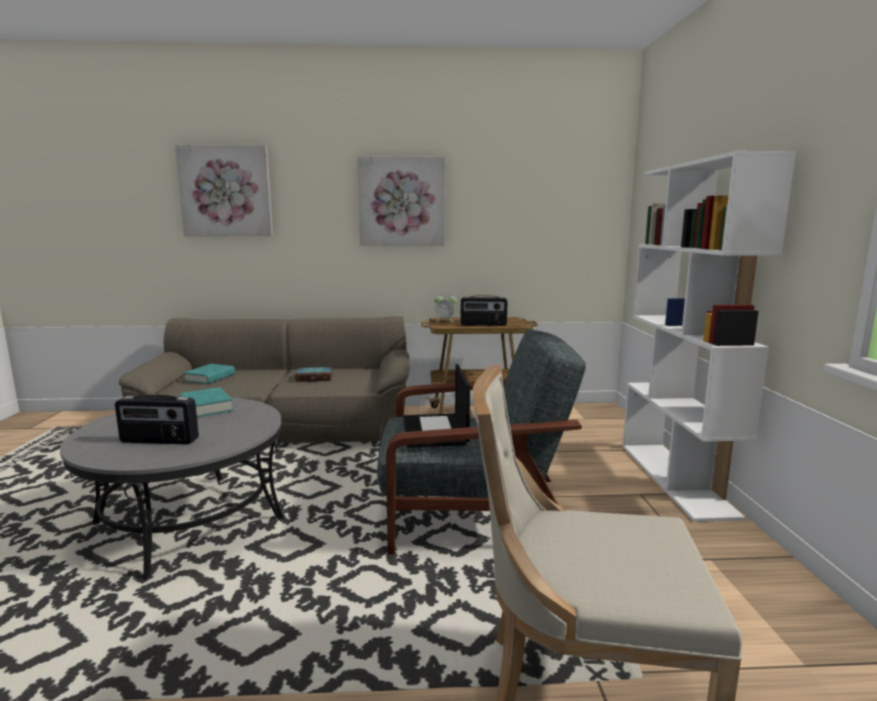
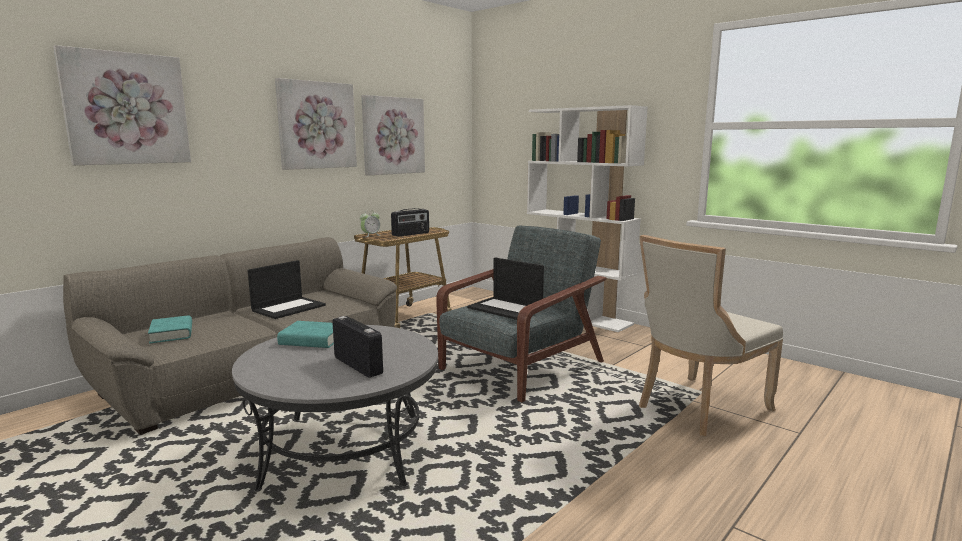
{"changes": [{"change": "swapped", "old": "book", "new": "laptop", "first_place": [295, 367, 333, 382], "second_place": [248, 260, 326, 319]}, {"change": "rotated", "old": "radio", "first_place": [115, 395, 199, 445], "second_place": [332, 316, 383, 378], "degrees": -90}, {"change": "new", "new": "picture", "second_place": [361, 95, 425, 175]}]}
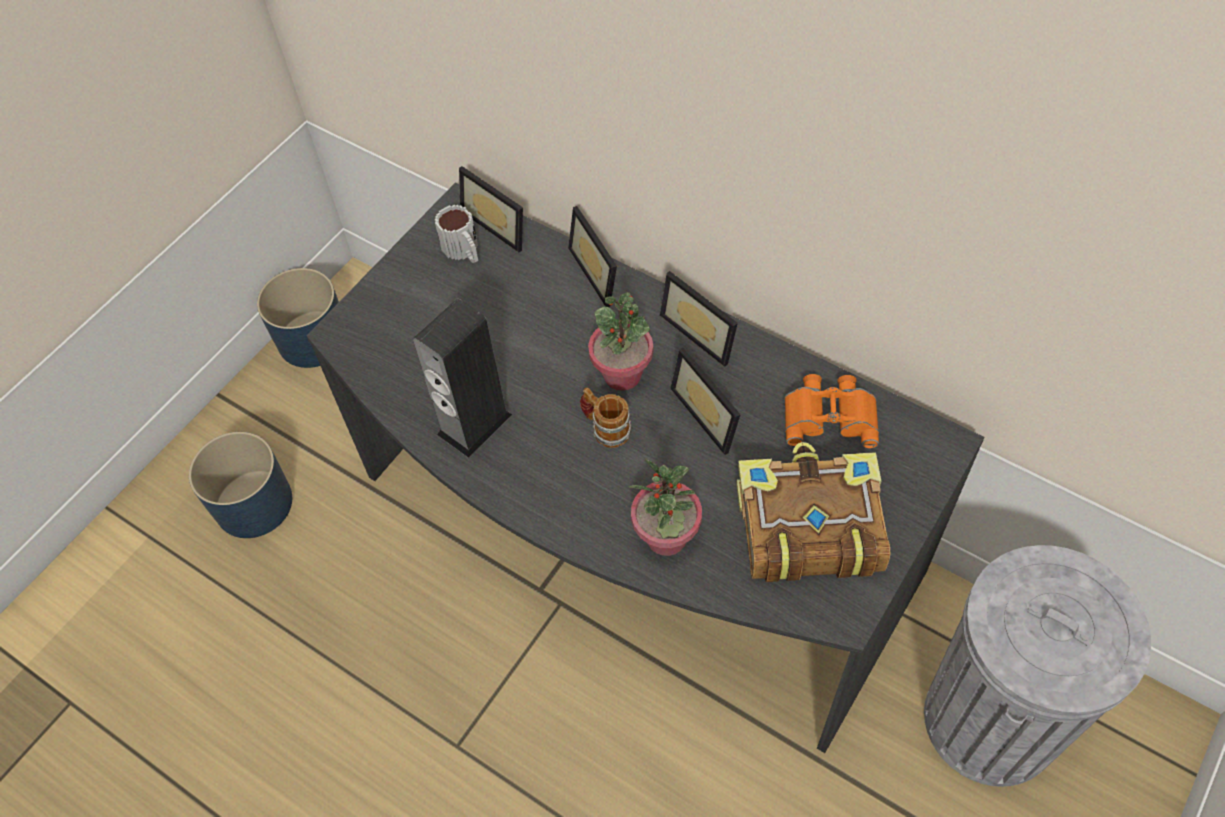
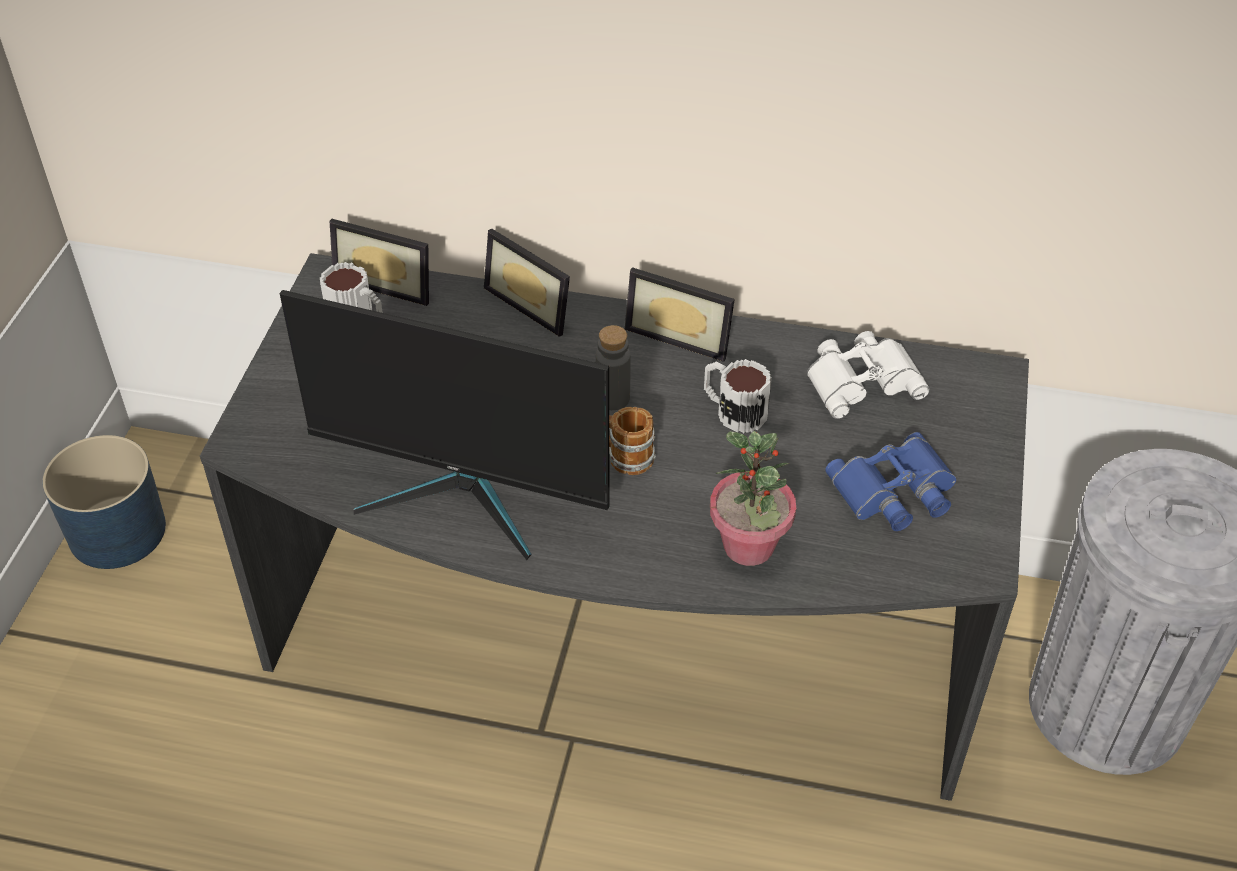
{"changes": [{"change": "swapped", "old": "speaker", "new": "monitor", "first_place": [413, 299, 512, 458], "second_place": [280, 290, 610, 560]}, {"change": "swapped", "old": "potted plant", "new": "bottle/grey", "first_place": [588, 292, 653, 391], "second_place": [596, 325, 631, 410]}, {"change": "swapped", "old": "picture frame", "new": "mug", "first_place": [670, 347, 741, 455], "second_place": [704, 359, 772, 433]}, {"change": "repainted", "old": "binoculars/orange", "new": "binoculars/white", "first_place": [785, 374, 879, 449], "second_place": [807, 331, 930, 419]}, {"change": "swapped", "old": "book", "new": "binoculars/blue", "first_place": [736, 442, 890, 582], "second_place": [825, 432, 956, 531]}, {"change": "gone", "old": "planter/blue", "first_place": [189, 432, 292, 538]}]}
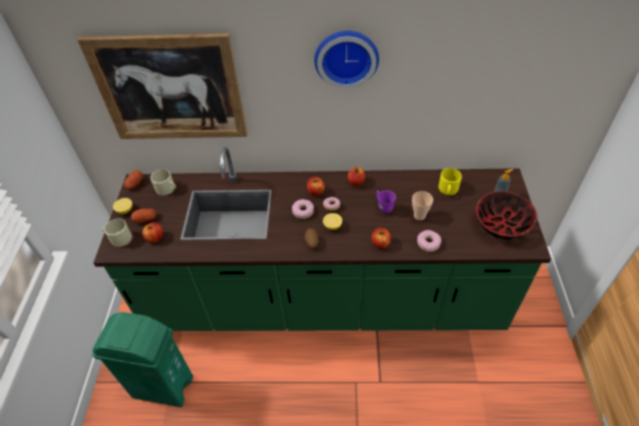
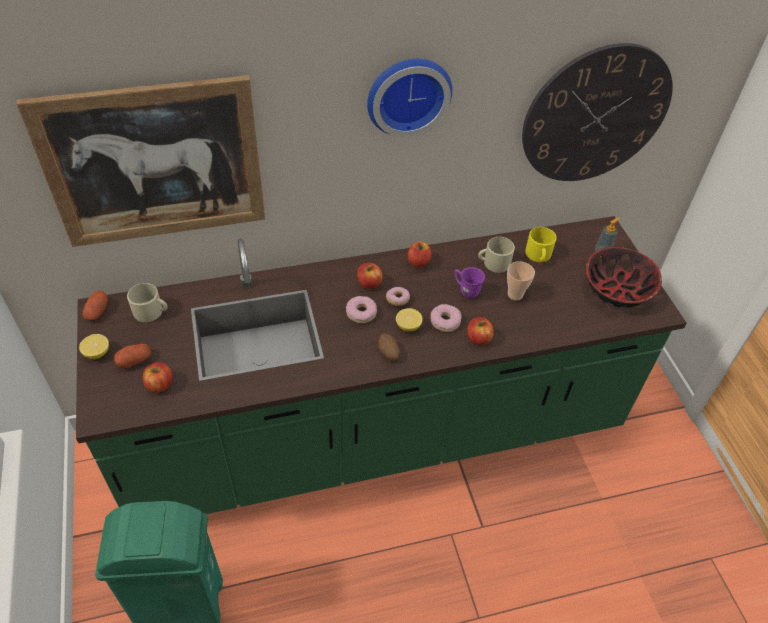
{"changes": [{"change": "shifted", "old": "donut", "first_place": [417, 230, 441, 252], "second_place": [431, 304, 462, 332]}, {"change": "shifted", "old": "mug/beige", "first_place": [102, 218, 132, 247], "second_place": [478, 237, 515, 273]}, {"change": "new", "new": "wall clock", "second_place": [522, 43, 673, 181]}]}
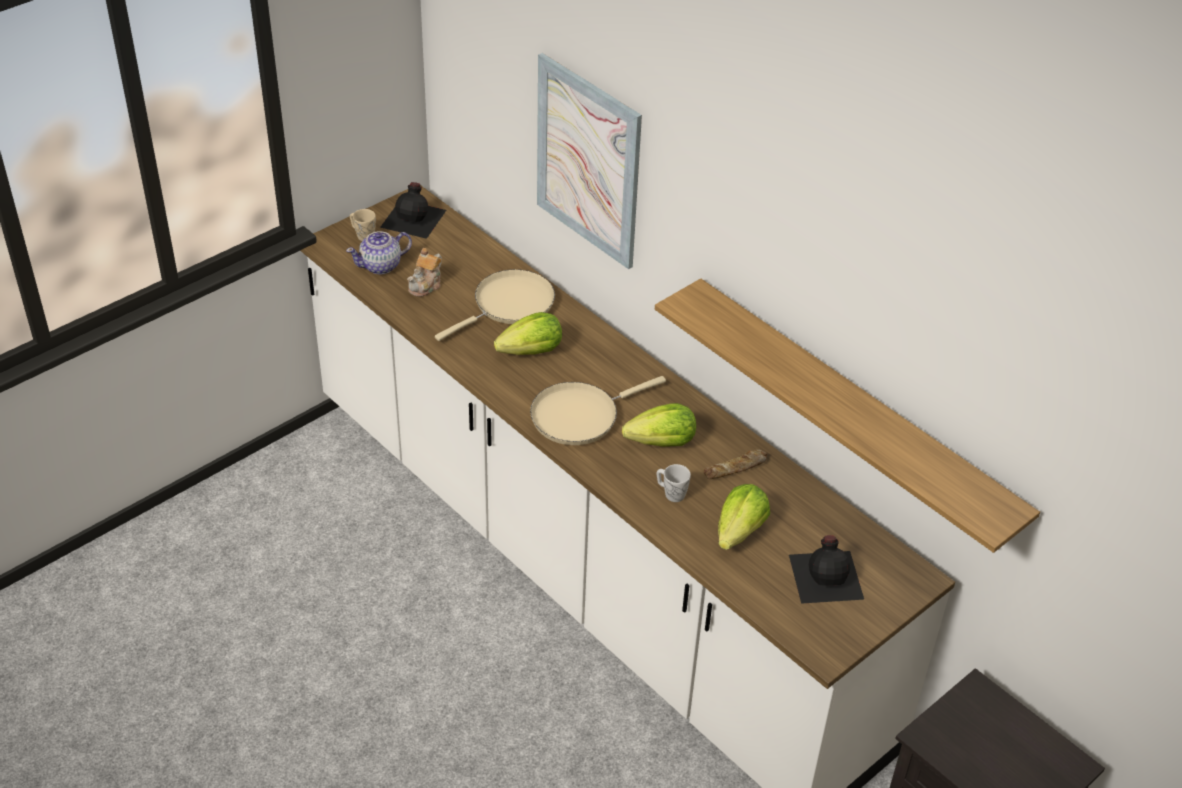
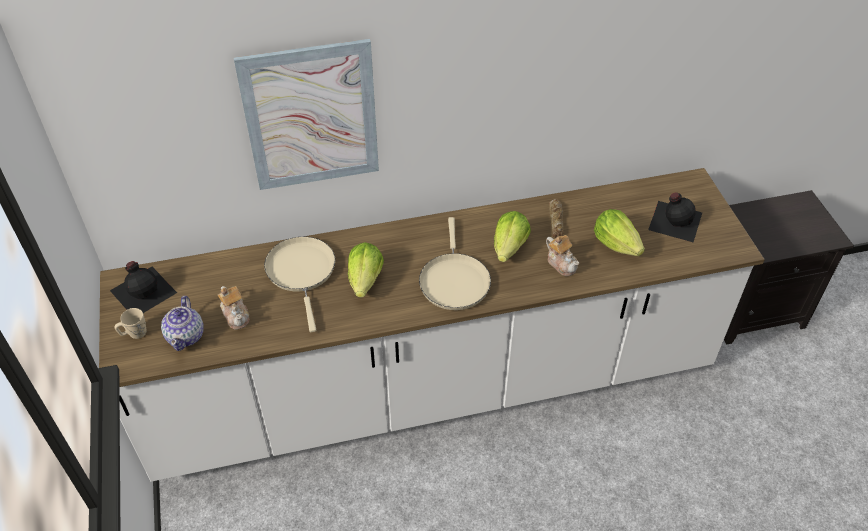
{"changes": [{"change": "swapped", "old": "mug/white", "new": "teapot", "first_place": [657, 464, 691, 502], "second_place": [546, 235, 579, 276]}, {"change": "gone", "old": "shelf", "first_place": [655, 278, 1040, 553]}]}
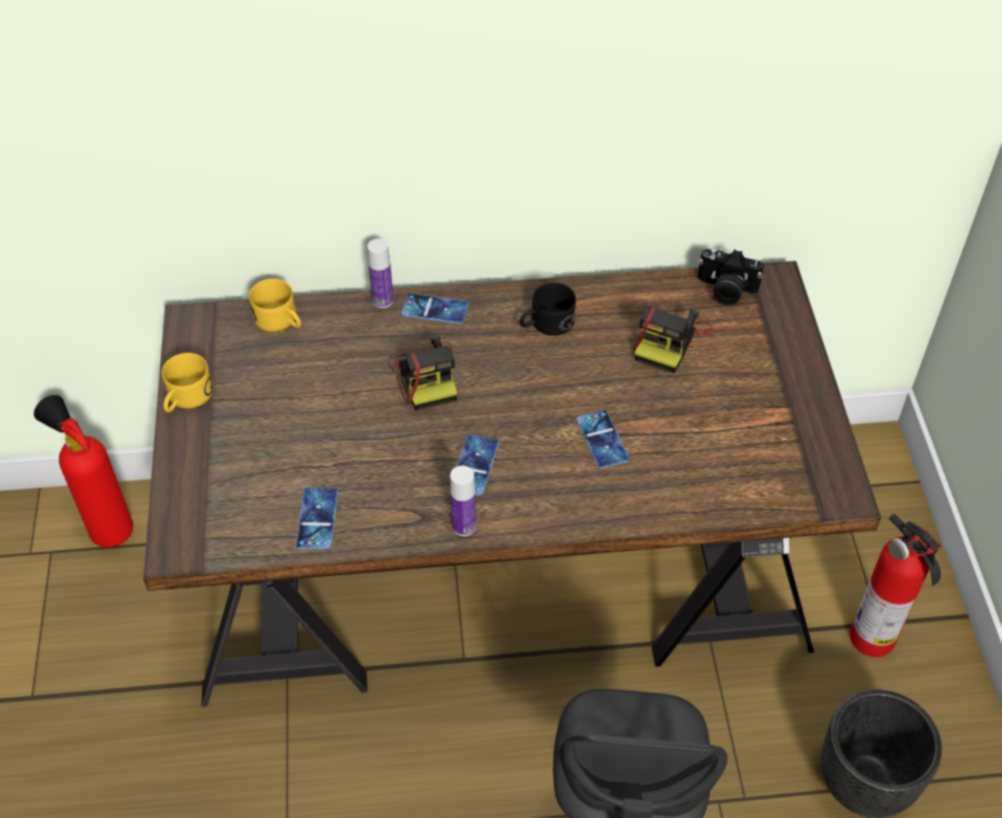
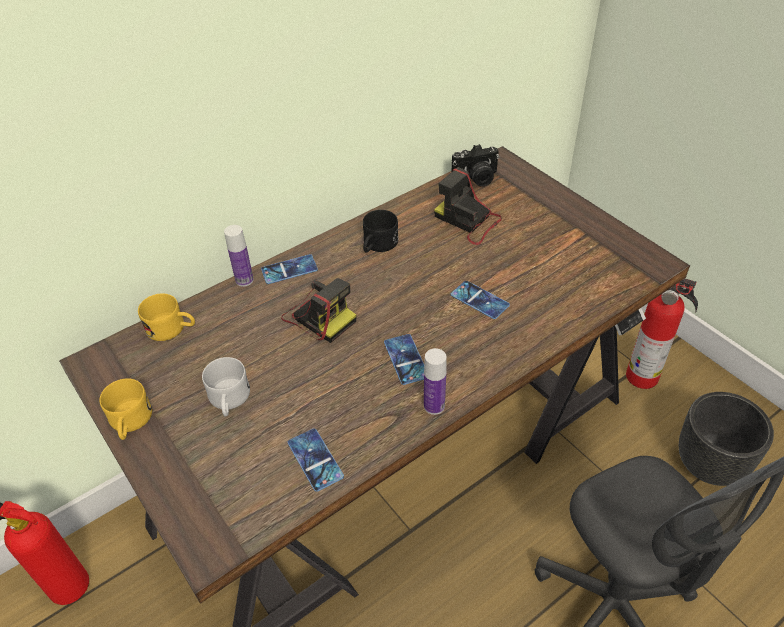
{"changes": [{"change": "new", "new": "mug/white", "second_place": [202, 357, 250, 417]}, {"change": "rotated", "old": "photo camera", "first_place": [633, 307, 712, 373], "second_place": [434, 167, 502, 245], "degrees": 135}]}
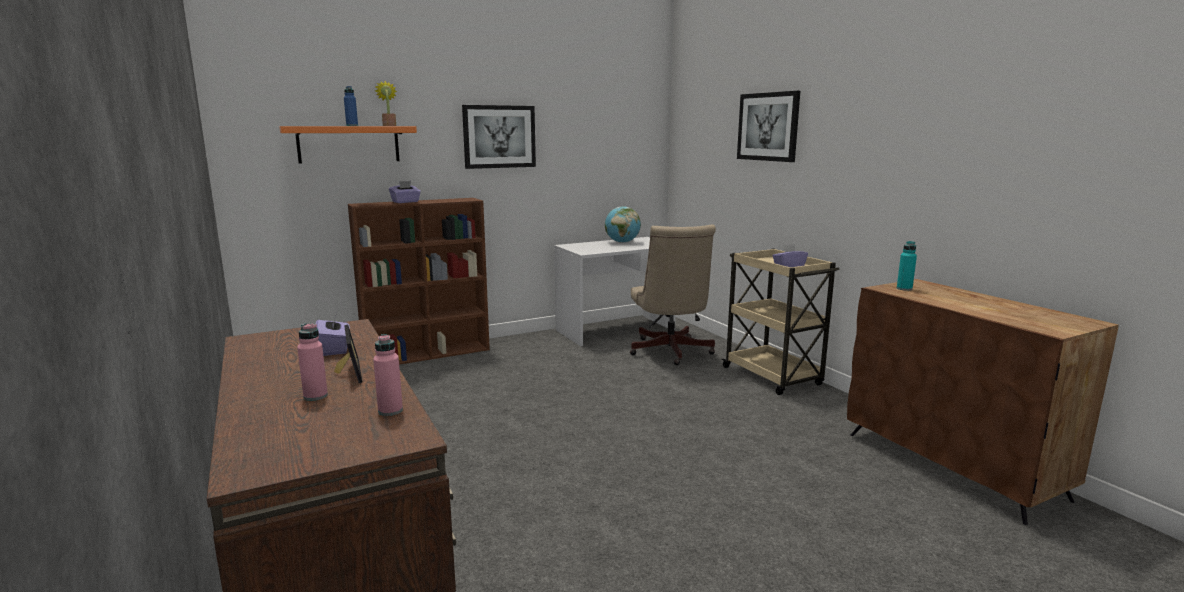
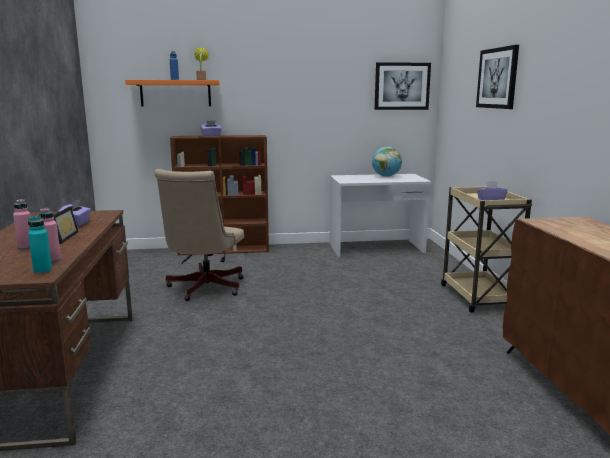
{"changes": [{"change": "shifted", "old": "bottle/turquoise", "first_place": [897, 241, 917, 291], "second_place": [28, 215, 52, 274]}, {"change": "shifted", "old": "office chair/beige", "first_place": [630, 225, 716, 365], "second_place": [154, 169, 244, 301]}, {"change": "shifted", "old": "picture", "first_place": [462, 105, 536, 169], "second_place": [375, 62, 431, 110]}]}
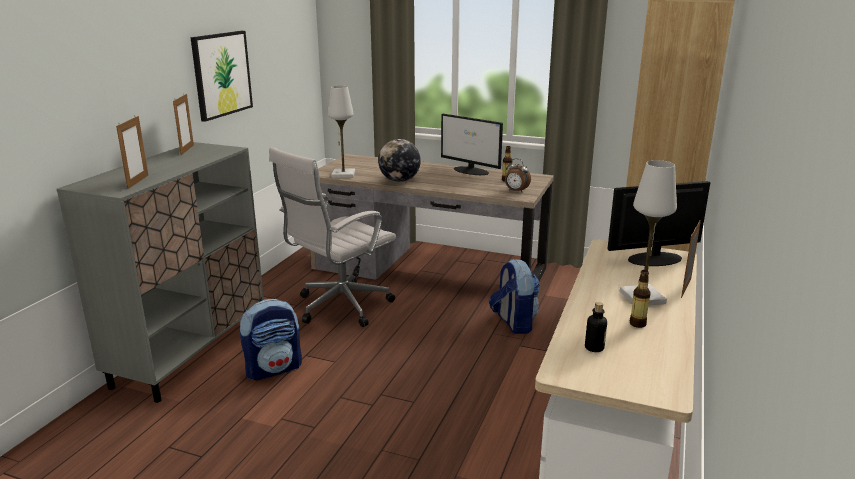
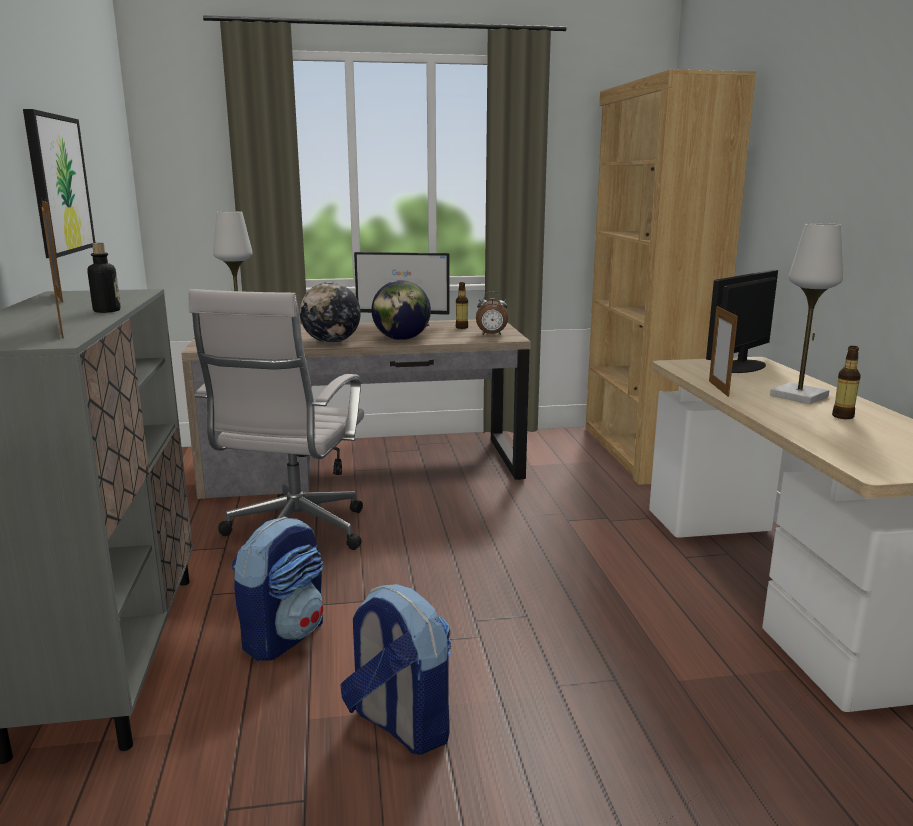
{"changes": [{"change": "shifted", "old": "bottle", "first_place": [585, 302, 607, 352], "second_place": [87, 243, 121, 313]}, {"change": "shifted", "old": "backpack", "first_place": [489, 259, 540, 334], "second_place": [340, 584, 451, 755]}, {"change": "new", "new": "globe", "second_place": [372, 280, 431, 340]}, {"change": "shifted", "old": "picture frame", "first_place": [681, 220, 701, 298], "second_place": [709, 306, 738, 397]}]}
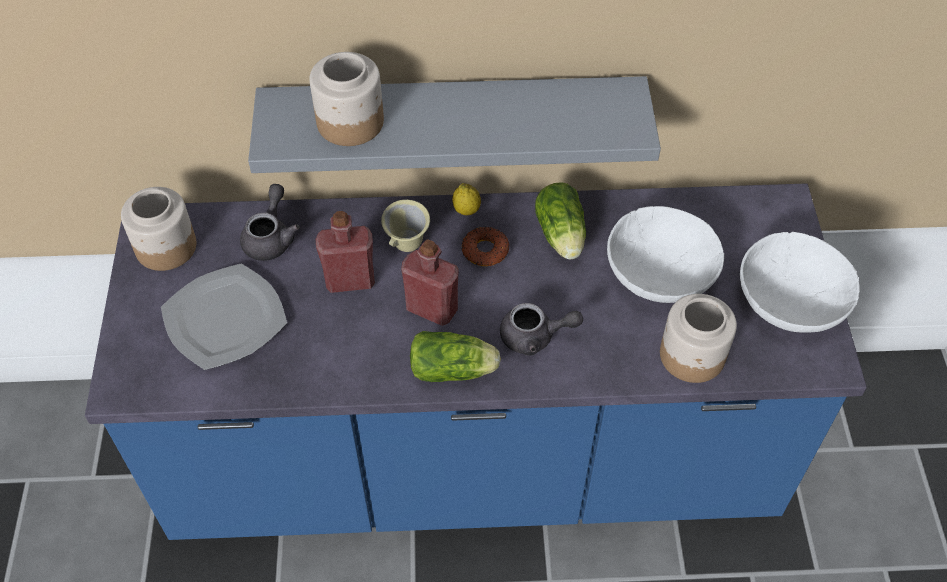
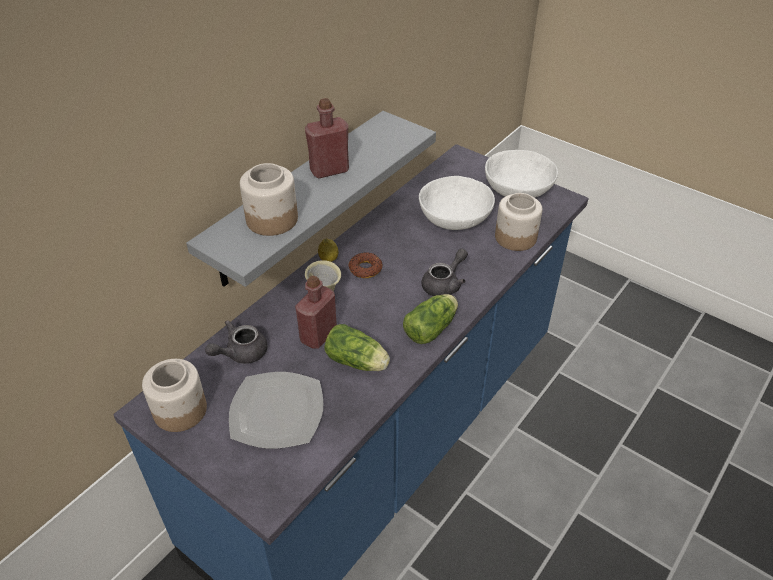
{"changes": [{"change": "rotated", "old": "teapot/grey", "first_place": [240, 184, 300, 261], "second_place": [205, 320, 267, 364], "degrees": -90}, {"change": "shifted", "old": "bottle/red", "first_place": [401, 239, 459, 326], "second_place": [305, 98, 349, 178]}, {"change": "shifted", "old": "lettuce", "first_place": [535, 182, 586, 259], "second_place": [325, 324, 390, 371]}]}
